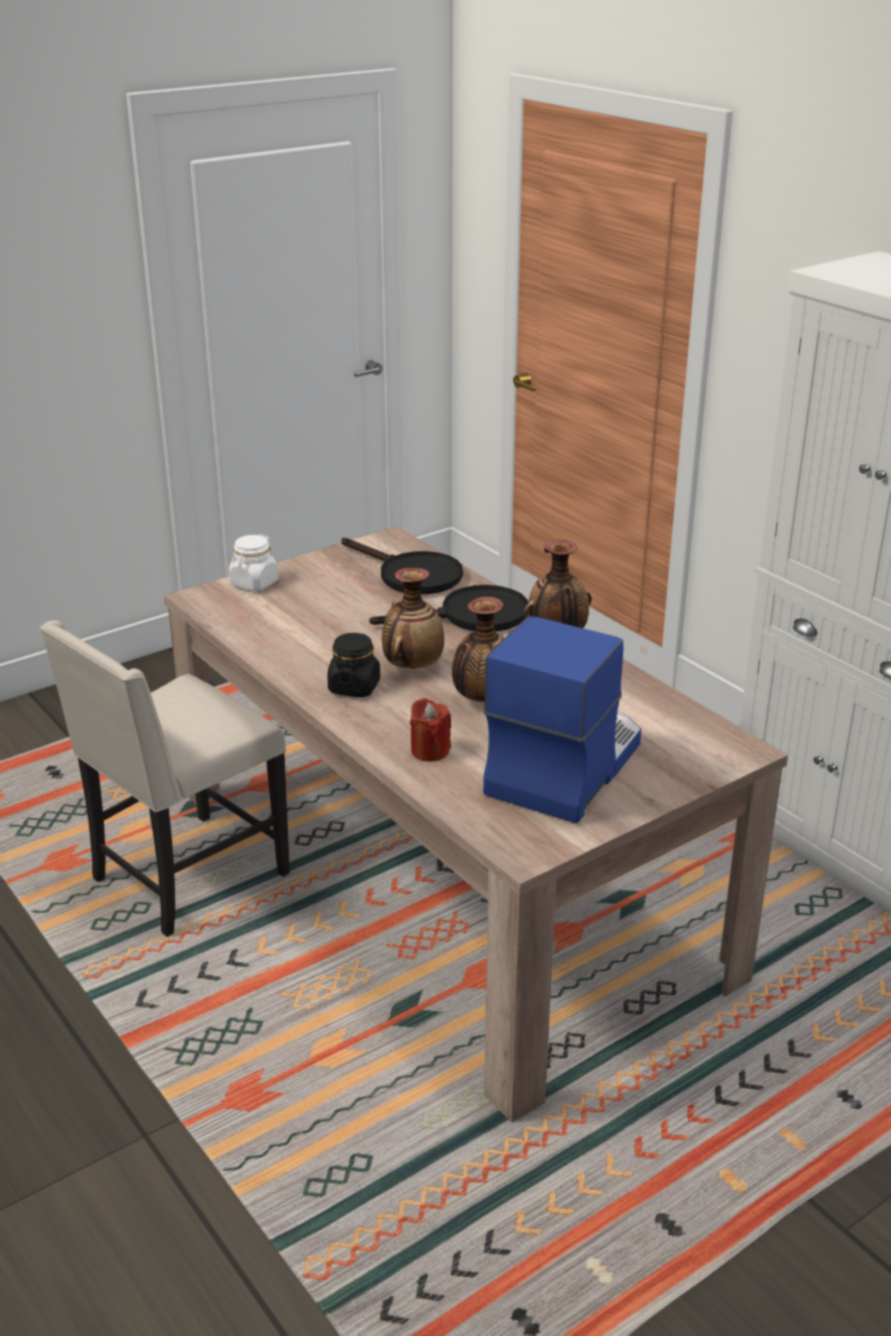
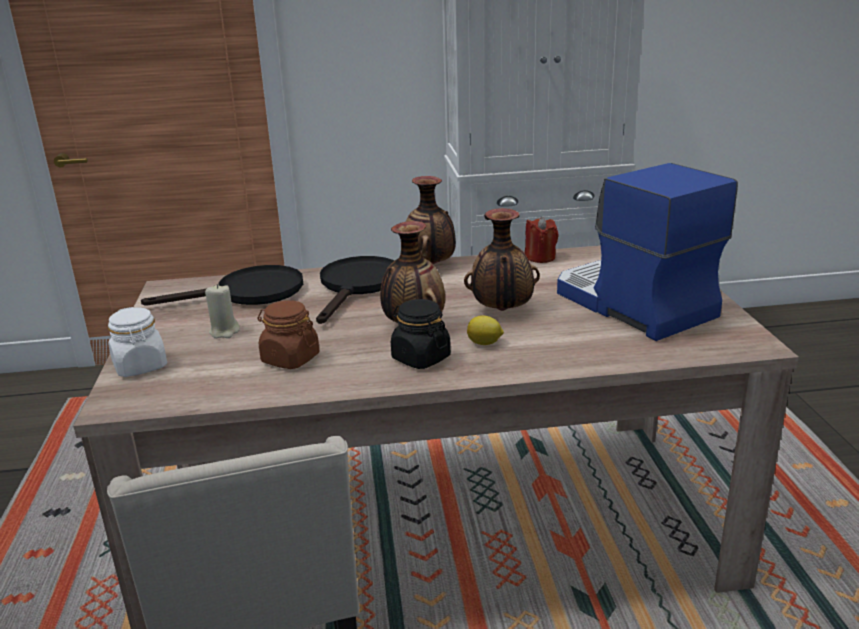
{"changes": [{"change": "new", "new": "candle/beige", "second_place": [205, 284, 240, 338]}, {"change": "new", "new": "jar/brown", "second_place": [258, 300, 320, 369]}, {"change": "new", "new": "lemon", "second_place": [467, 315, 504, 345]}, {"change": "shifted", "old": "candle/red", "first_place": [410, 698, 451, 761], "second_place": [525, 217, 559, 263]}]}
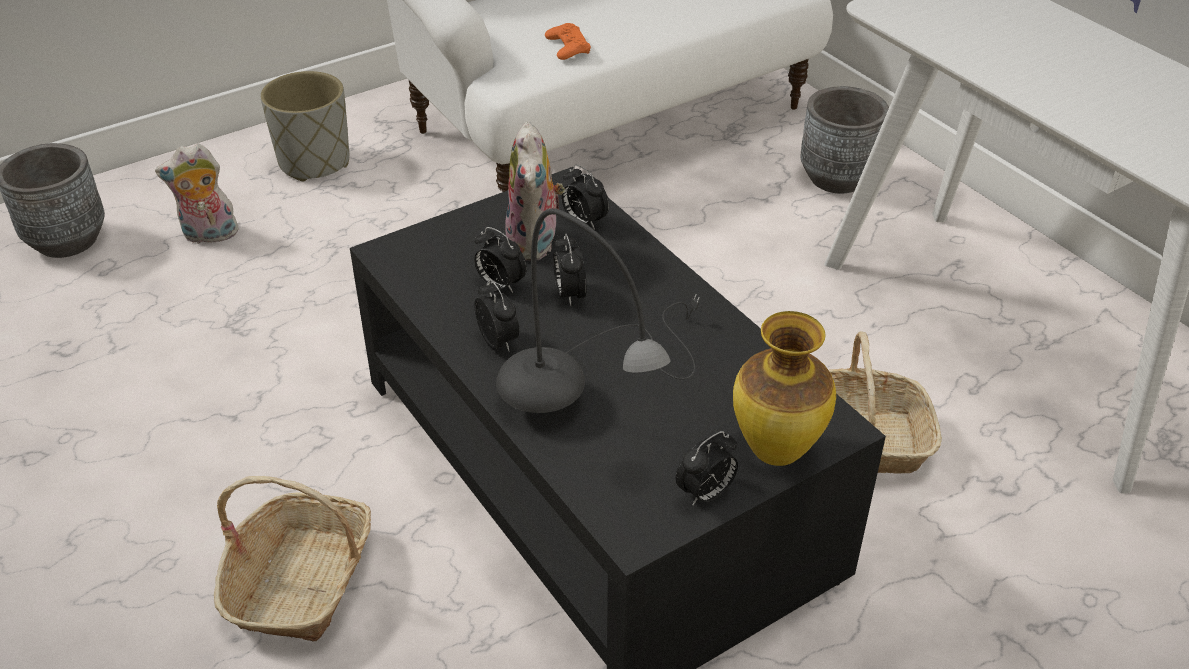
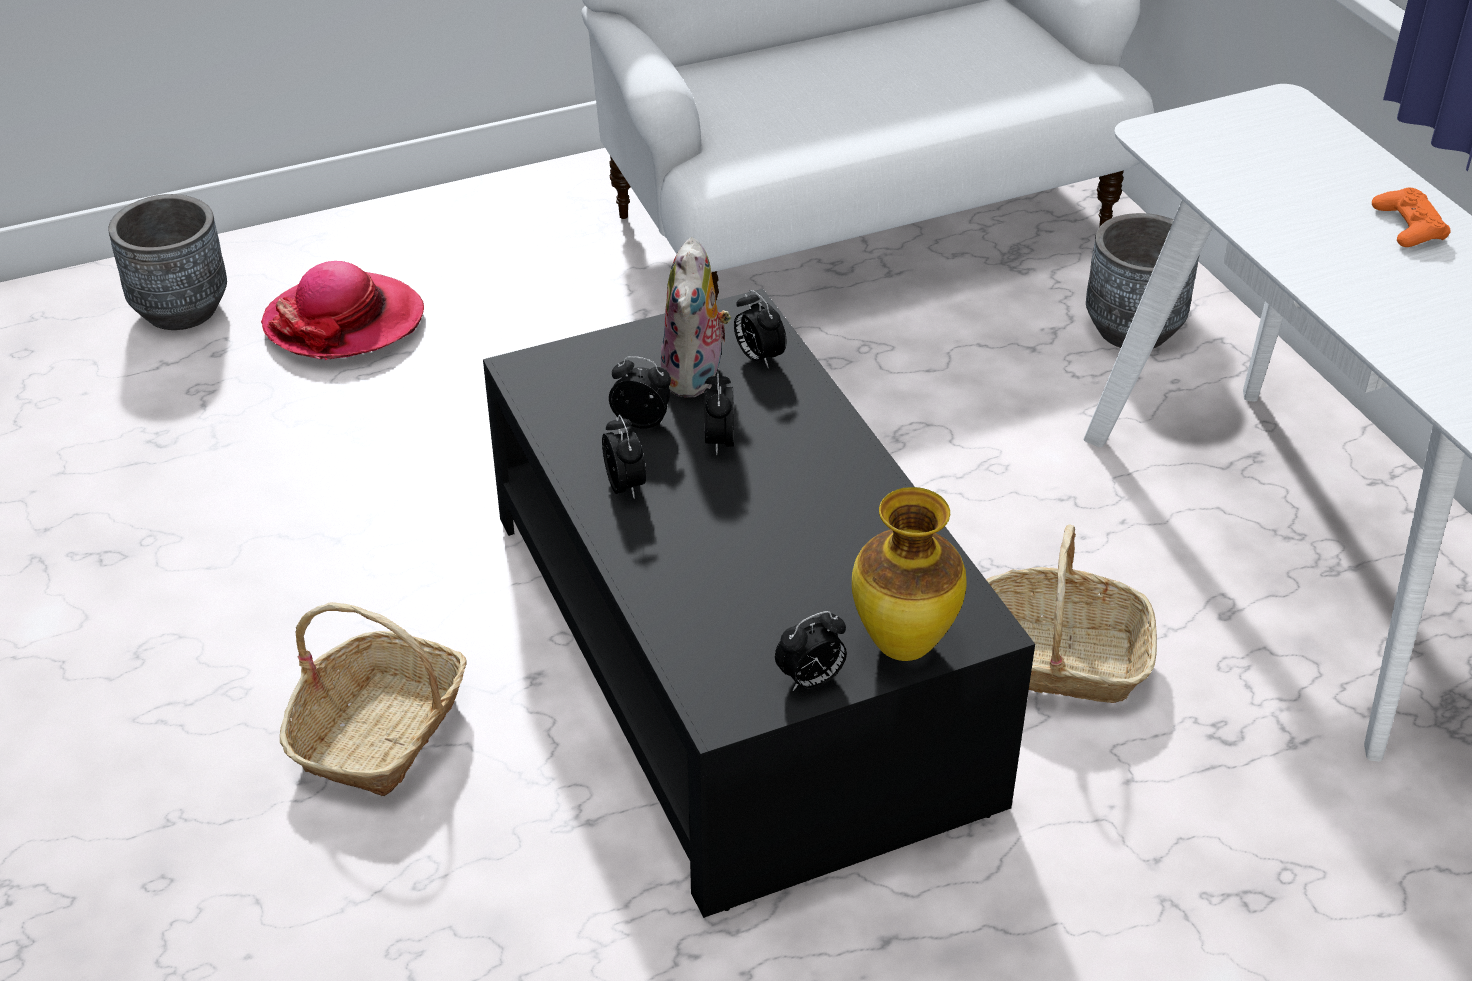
{"changes": [{"change": "swapped", "old": "plush toy", "new": "hat", "first_place": [155, 144, 239, 244], "second_place": [261, 261, 424, 360]}, {"change": "rotated", "old": "alarm clock", "first_place": [474, 227, 527, 293], "second_place": [609, 356, 671, 429], "degrees": 150}, {"change": "shifted", "old": "game controller/orange", "first_place": [545, 23, 591, 60], "second_place": [1372, 187, 1451, 247]}, {"change": "gone", "old": "planter/grey", "first_place": [260, 71, 349, 182]}, {"change": "gone", "old": "table lamp/grey", "first_place": [496, 208, 700, 413]}]}
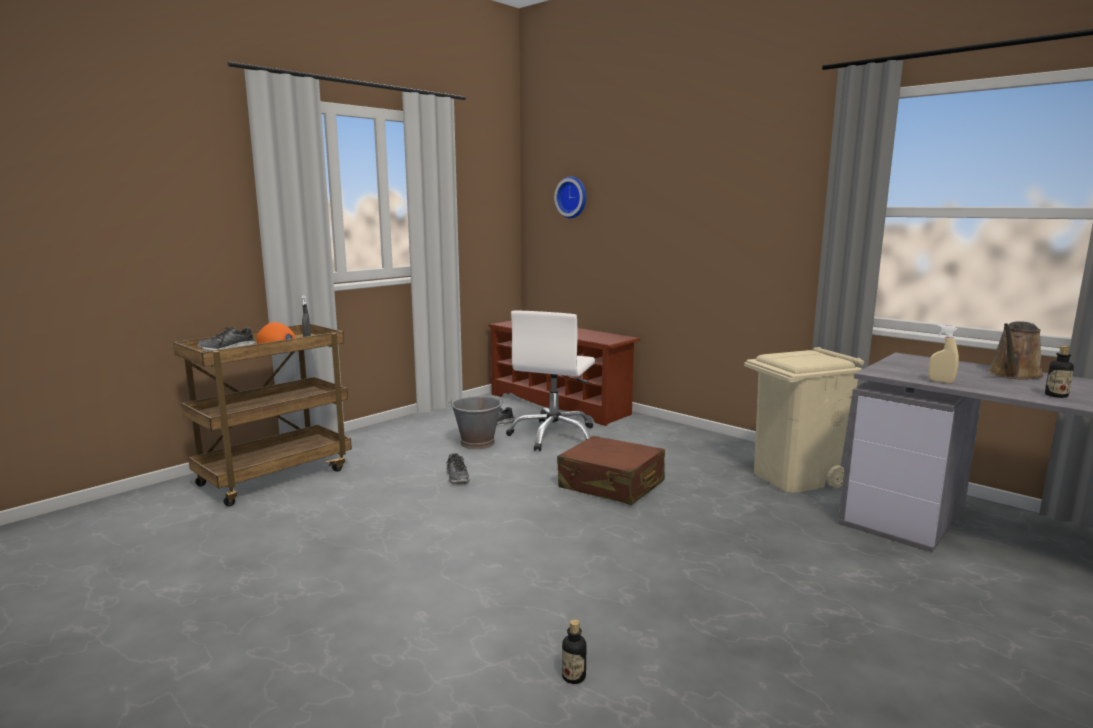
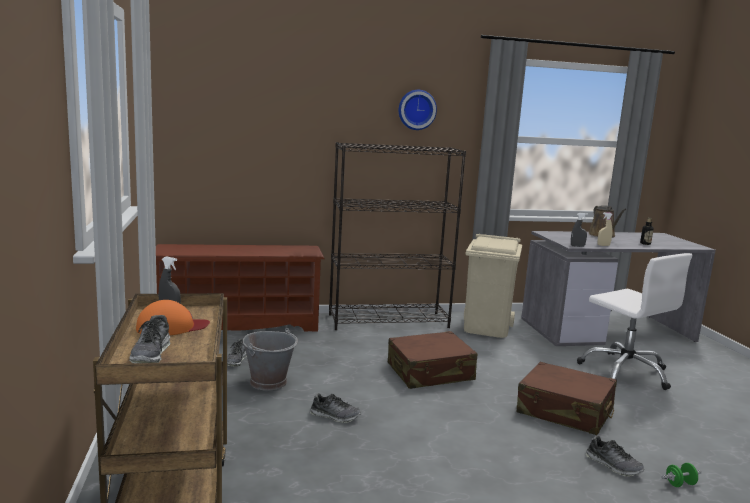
{"changes": [{"change": "new", "new": "bookcase/black", "second_place": [329, 142, 466, 330]}, {"change": "shifted", "old": "wall clock", "first_place": [554, 176, 586, 218], "second_place": [399, 90, 437, 130]}, {"change": "new", "new": "suitcase/brown", "second_place": [517, 362, 617, 435]}, {"change": "new", "new": "spray bottle/grey", "second_place": [571, 213, 588, 247]}, {"change": "shifted", "old": "office chair/white", "first_place": [506, 311, 595, 451], "second_place": [577, 253, 692, 390]}, {"change": "new", "new": "shoe", "second_place": [585, 436, 644, 477]}, {"change": "swapped", "old": "bottle", "new": "dumbbell/green", "first_place": [562, 619, 586, 684], "second_place": [662, 463, 702, 487]}]}
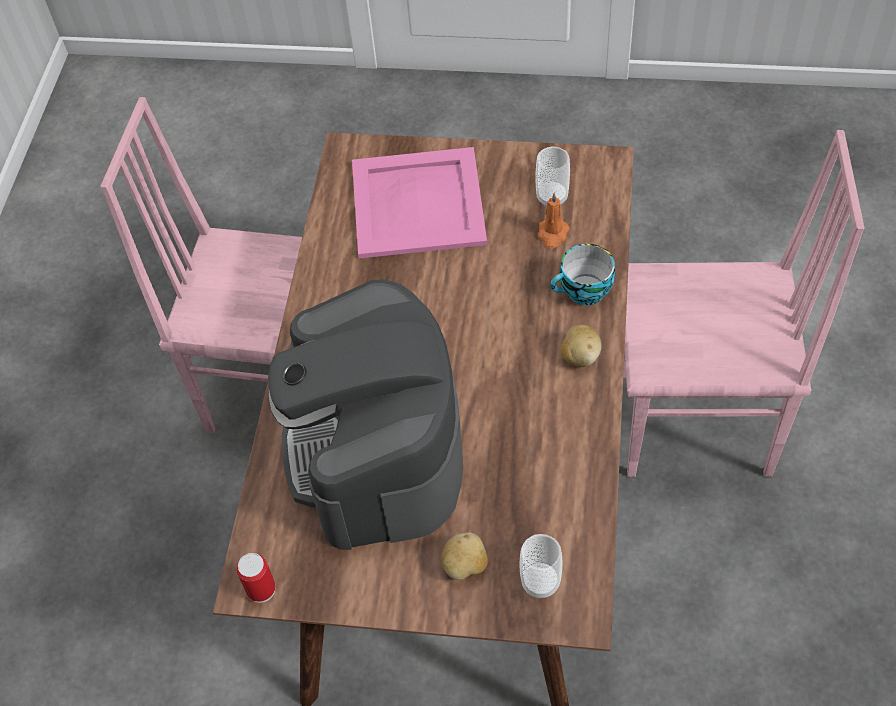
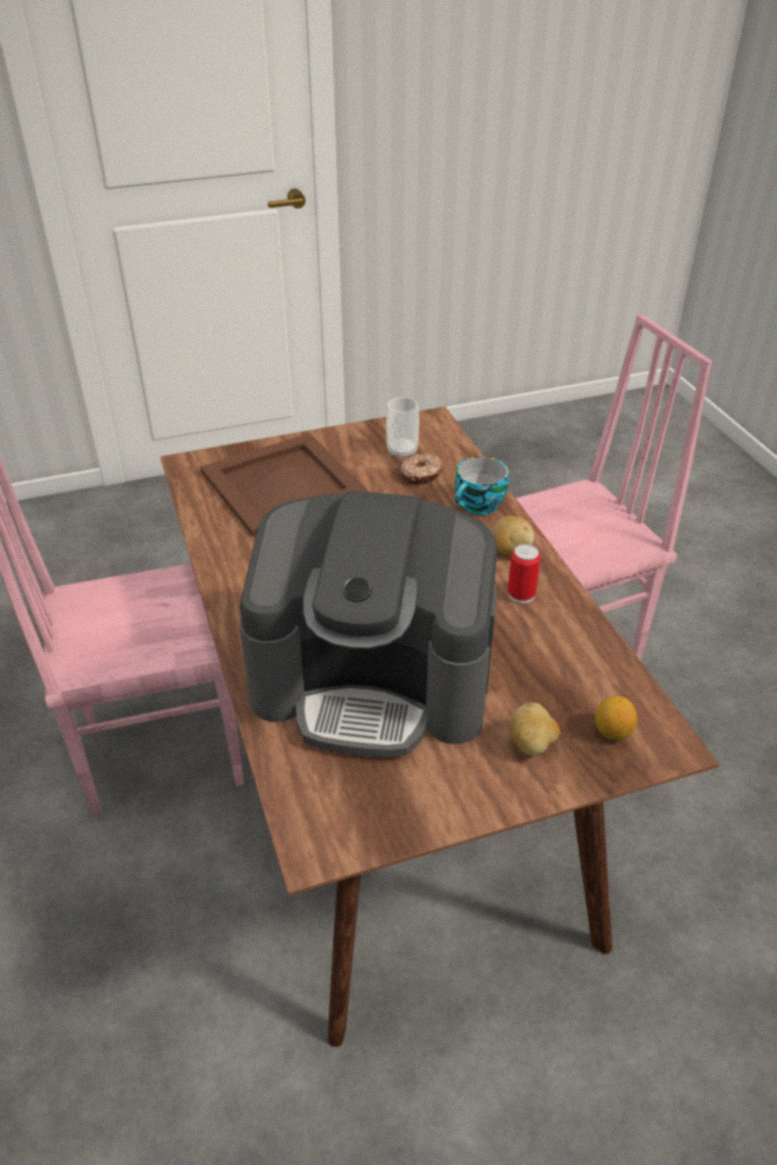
{"changes": [{"change": "repainted", "old": "tray/pink", "new": "tray/brown", "first_place": [352, 147, 487, 258], "second_place": [200, 433, 369, 536]}, {"change": "rotated", "old": "coffee machine", "first_place": [268, 279, 463, 550], "second_place": [240, 490, 497, 757], "degrees": -45}, {"change": "swapped", "old": "candle/orange", "new": "donut", "first_place": [538, 193, 570, 249], "second_place": [400, 454, 443, 485]}, {"change": "shifted", "old": "can", "first_place": [237, 553, 276, 603], "second_place": [508, 544, 541, 603]}, {"change": "swapped", "old": "cup", "new": "lemon", "first_place": [520, 534, 562, 599], "second_place": [595, 696, 637, 740]}]}
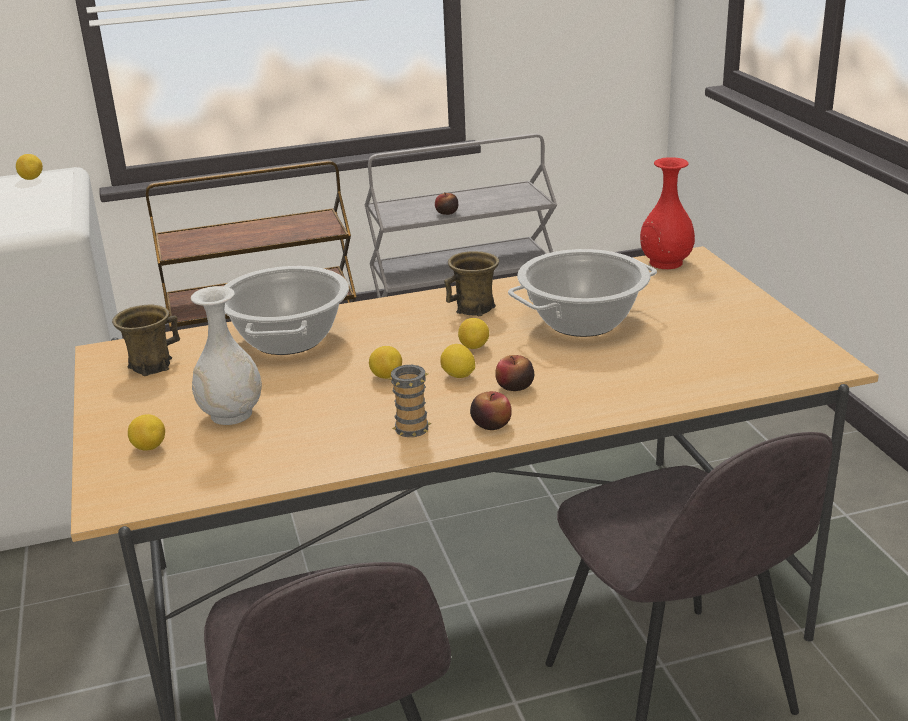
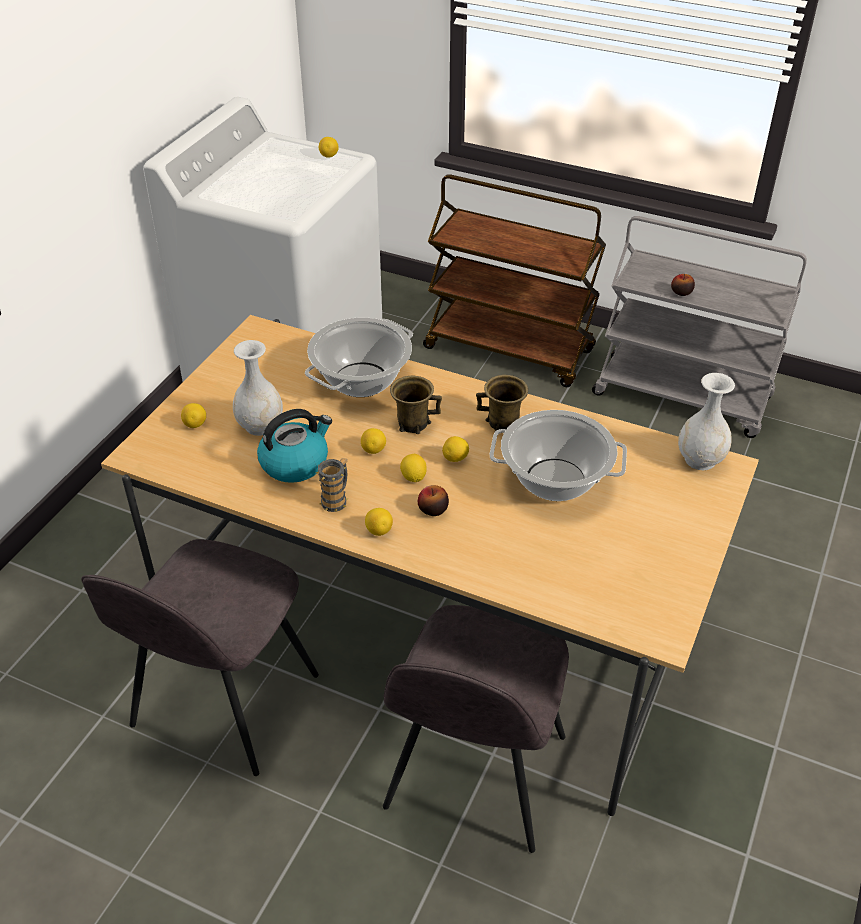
{"changes": [{"change": "new", "new": "kettle", "second_place": [257, 409, 332, 483]}, {"change": "swapped", "old": "apple", "new": "lemon", "first_place": [470, 391, 512, 430], "second_place": [365, 508, 393, 536]}, {"change": "shifted", "old": "mug/brown", "first_place": [112, 304, 180, 376], "second_place": [390, 376, 442, 434]}, {"change": "repainted", "old": "vase/red", "new": "vase/white", "first_place": [640, 157, 695, 269], "second_place": [678, 373, 735, 470]}]}
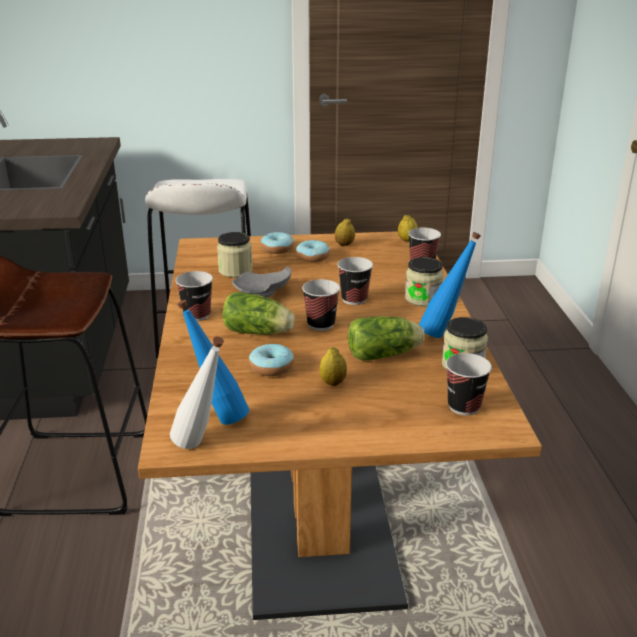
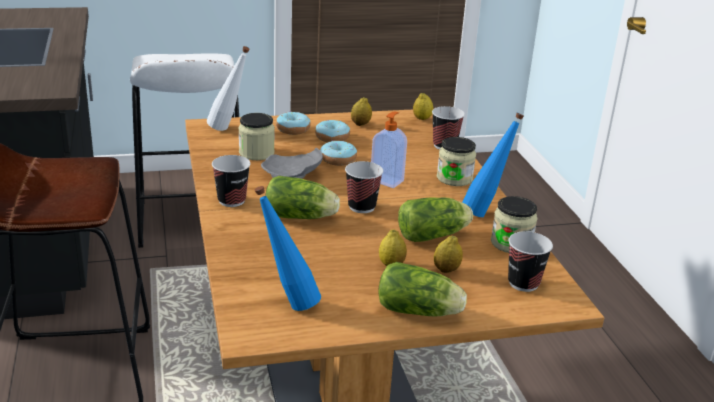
{"changes": [{"change": "shifted", "old": "bottle/white", "first_place": [170, 337, 224, 449], "second_place": [207, 46, 250, 131]}, {"change": "shifted", "old": "donut", "first_place": [249, 344, 294, 376], "second_place": [320, 141, 357, 166]}, {"change": "swapped", "old": "cup", "new": "soap dispenser", "first_place": [337, 257, 373, 305], "second_place": [371, 111, 407, 188]}, {"change": "new", "new": "lettuce", "second_place": [378, 262, 467, 316]}, {"change": "new", "new": "lemon", "second_place": [434, 235, 463, 273]}]}
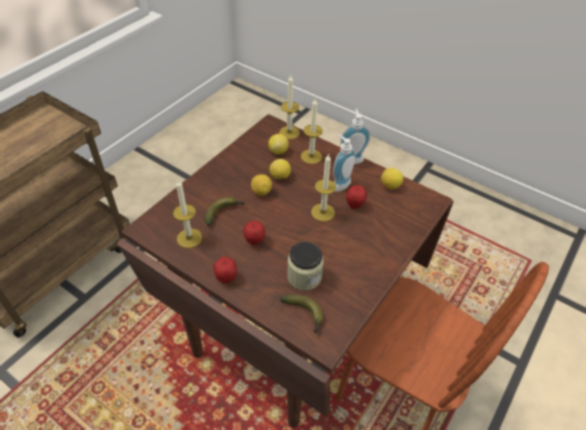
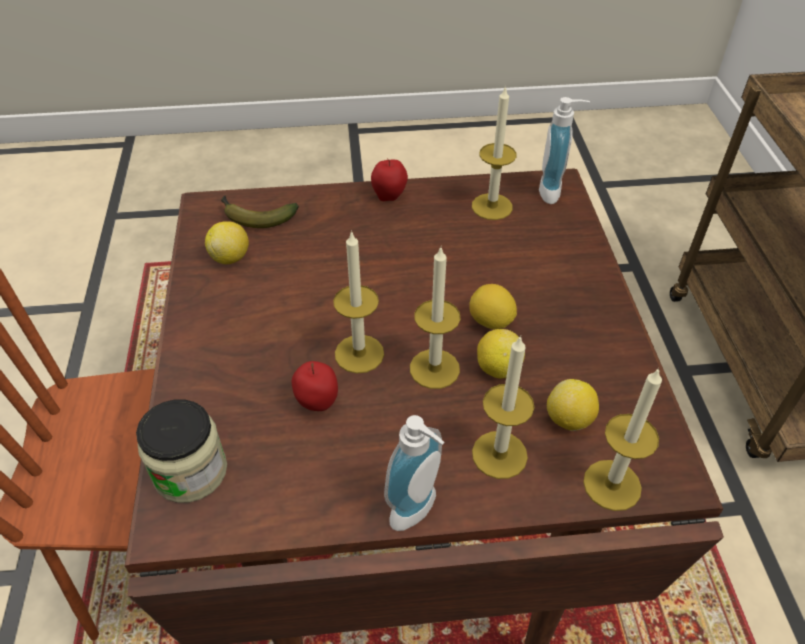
{"changes": [{"change": "shifted", "old": "jar", "first_place": [287, 242, 324, 291], "second_place": [136, 399, 227, 503]}, {"change": "shifted", "old": "lemon", "first_place": [381, 168, 403, 189], "second_place": [205, 221, 249, 264]}, {"change": "new", "new": "candle", "second_place": [410, 247, 460, 389]}, {"change": "shifted", "old": "soap dispenser", "first_place": [333, 134, 356, 192], "second_place": [539, 97, 590, 204]}, {"change": "gone", "old": "banana", "first_place": [205, 197, 245, 226]}, {"change": "gone", "old": "apple", "first_place": [243, 221, 265, 245]}]}
